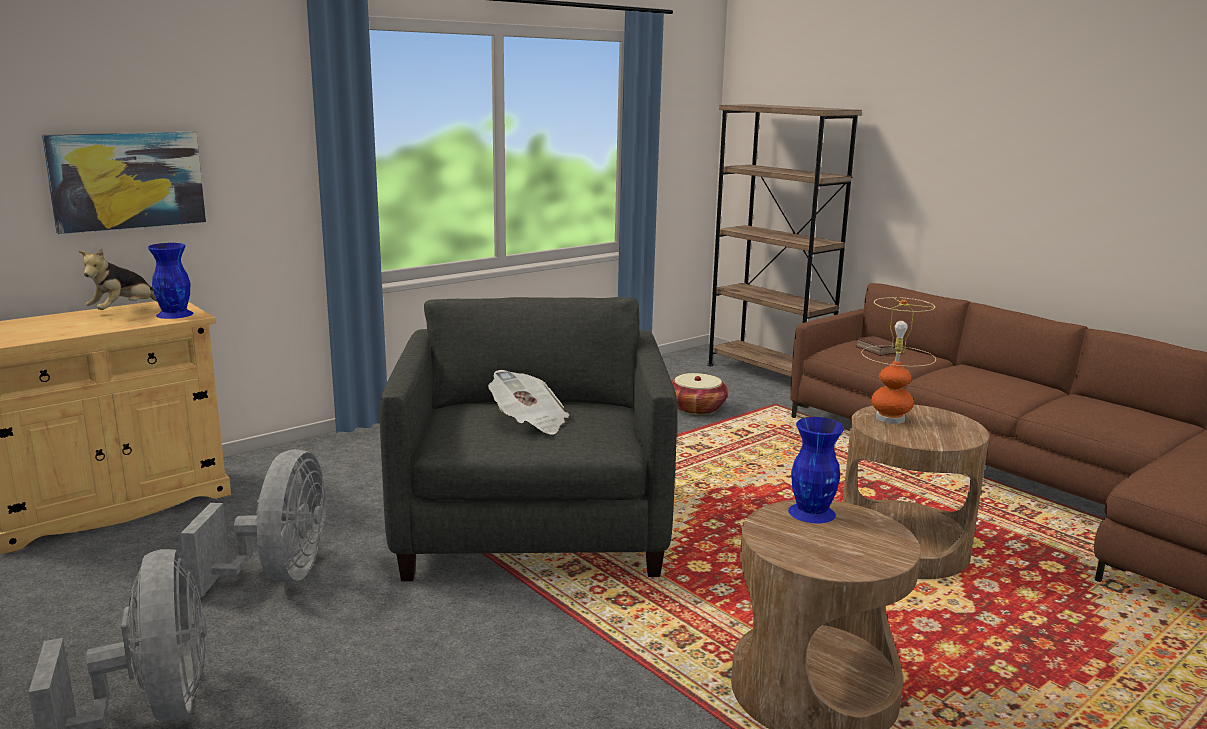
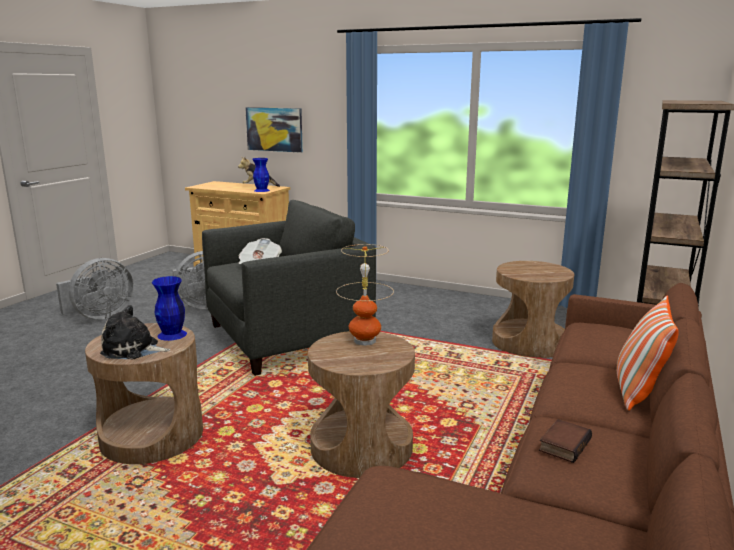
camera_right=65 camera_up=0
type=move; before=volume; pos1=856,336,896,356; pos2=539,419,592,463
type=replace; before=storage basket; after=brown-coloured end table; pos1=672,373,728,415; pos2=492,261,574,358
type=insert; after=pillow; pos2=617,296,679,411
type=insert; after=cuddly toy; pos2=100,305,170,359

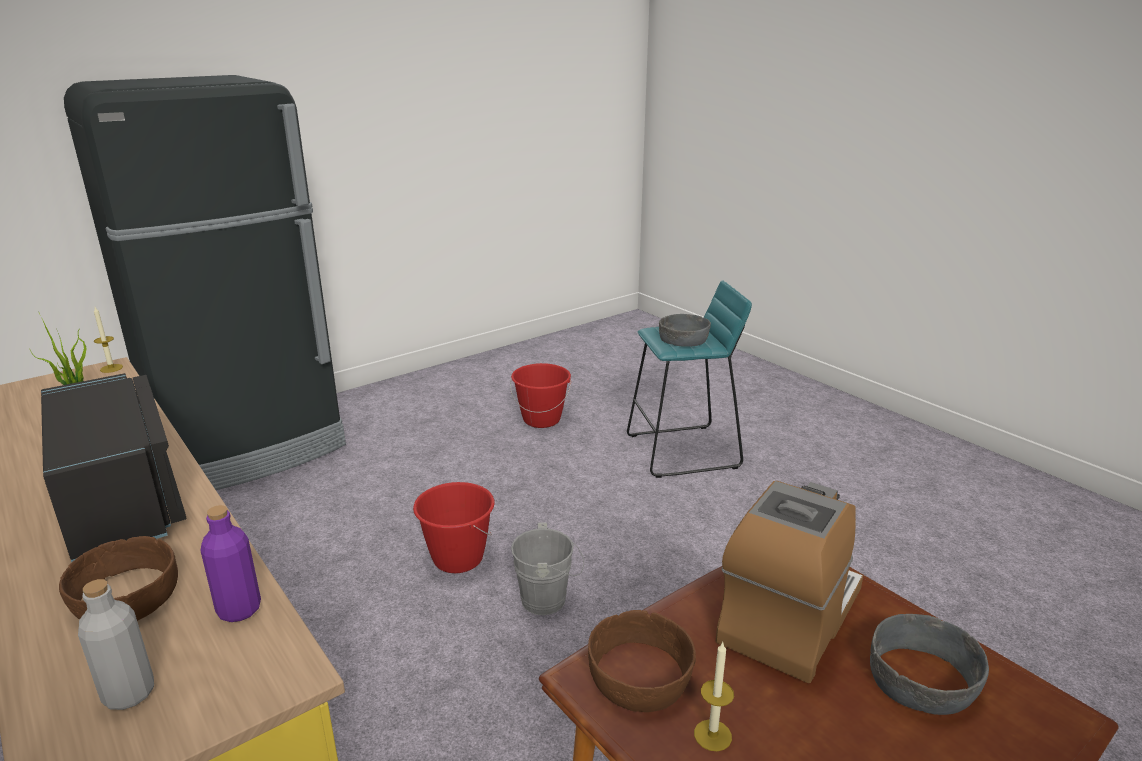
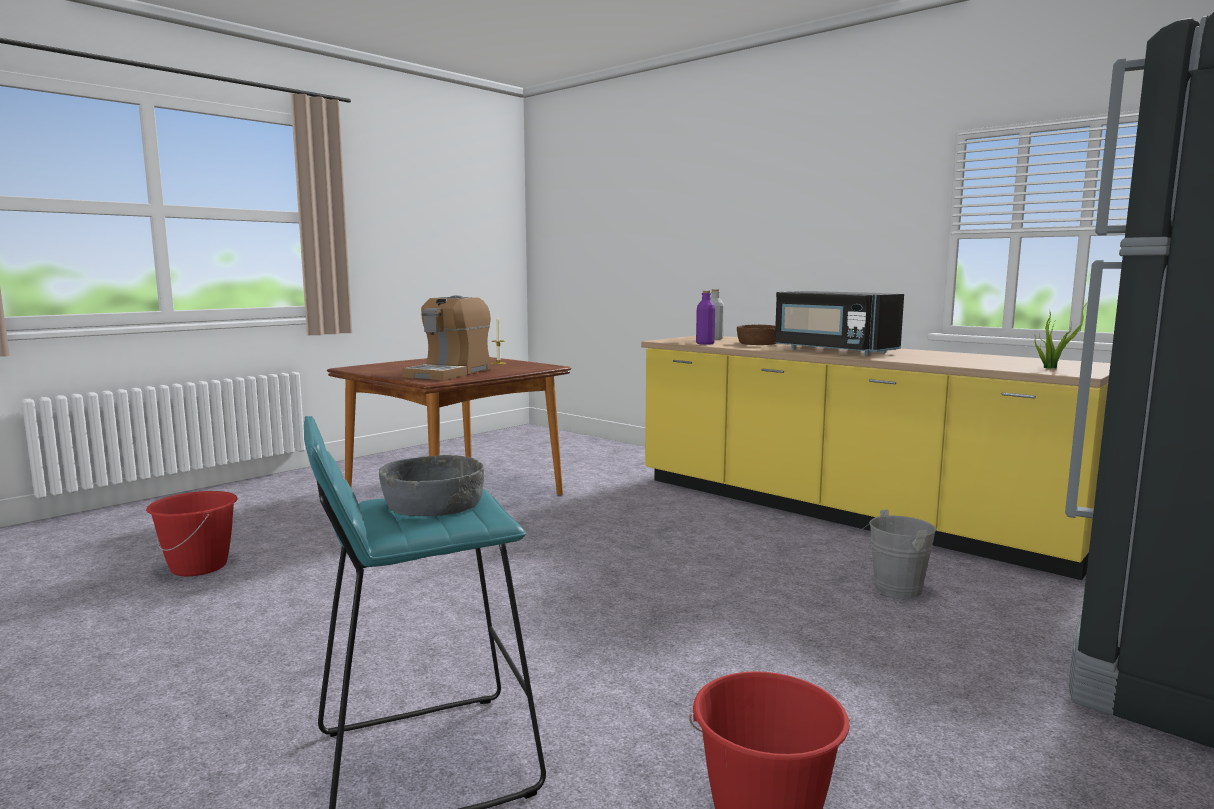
camera_right=170 camera_up=-15
type=delete; before=wax candle; pos1=94,307,123,373
type=move; before=red pail; pos1=413,482,495,573; pos2=146,491,238,576
type=move; before=gray pail; pos1=511,522,584,615; pos2=857,509,936,599
type=delete; before=brown-coloured bowl; pos1=588,610,696,712
type=delete; before=gray bowl; pos1=870,614,989,715

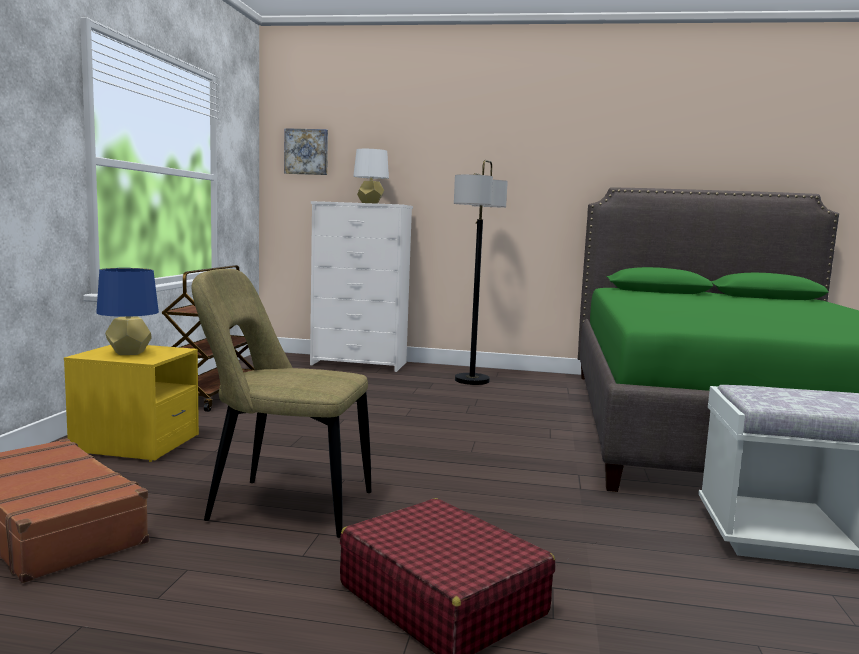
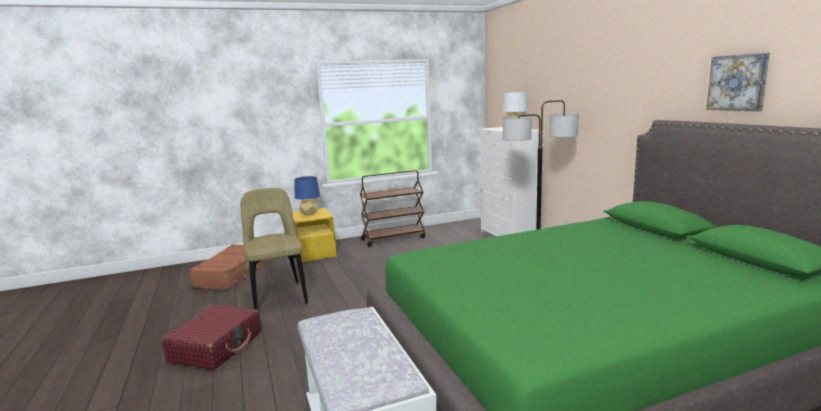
camera_right=60 camera_up=5
type=move; before=wall picture; pos1=284,128,328,175; pos2=706,53,770,111

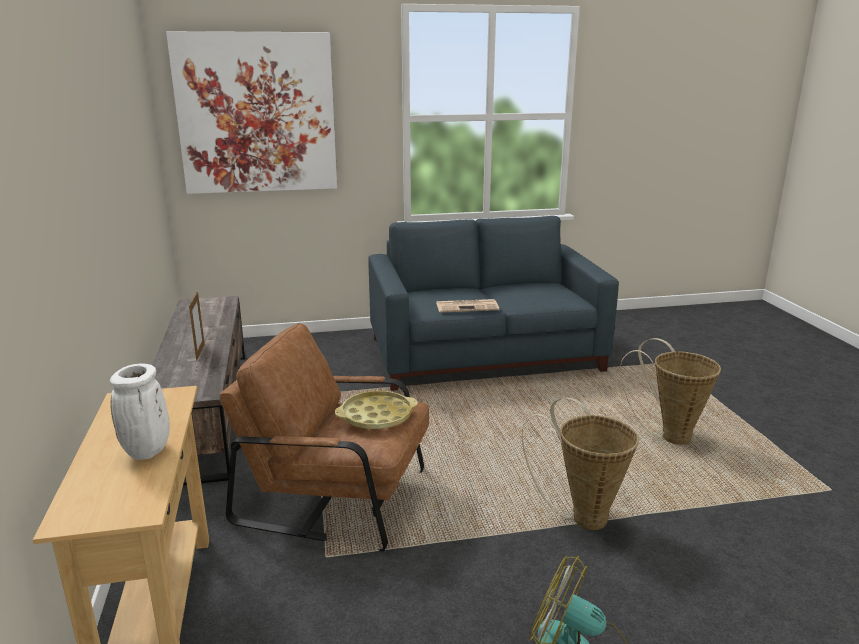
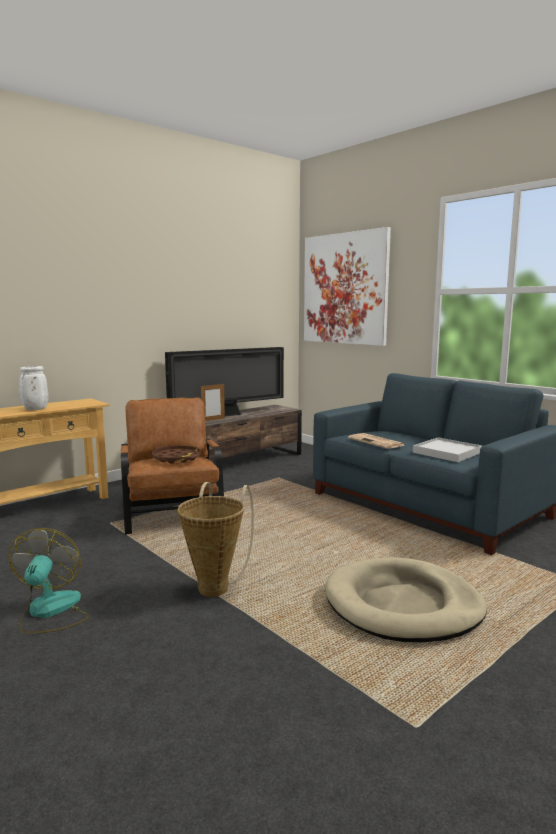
camera_right=60 camera_up=-10
type=replace; before=storage basket; after=beige-coloured dog cushion; pos1=620,338,721,445; pos2=325,557,487,642
type=recolor; before=yellow tray; after=brown-coloured tray; pos1=335,391,418,429; pos2=152,445,201,464
type=insert; after=television; pos2=165,347,284,417
type=insert; after=whitish tray; pos2=413,437,482,462

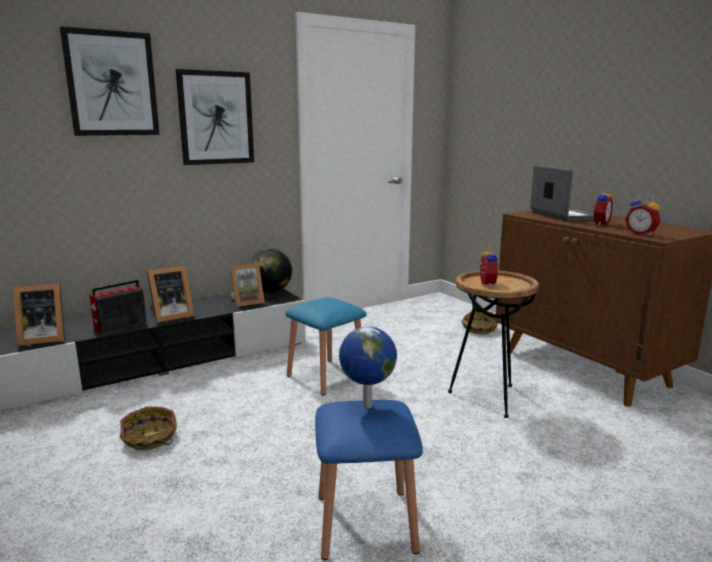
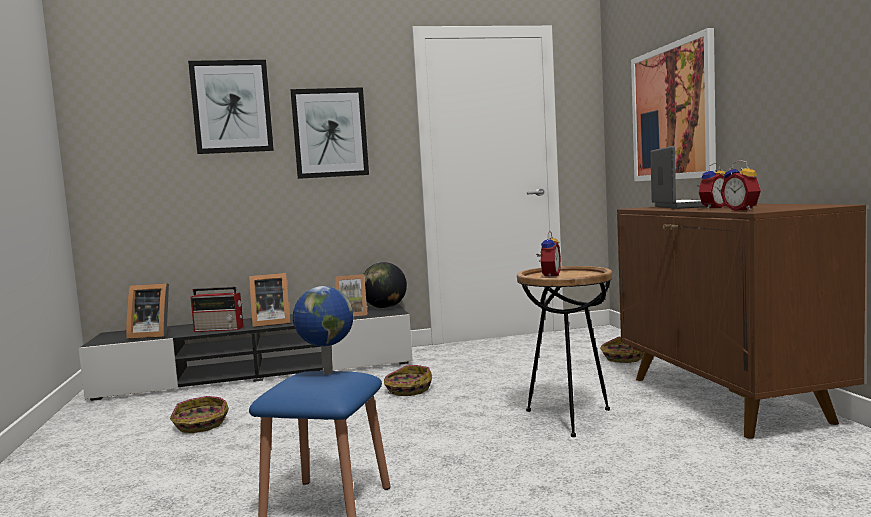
camera_right=20 camera_up=-10
type=rotate; before=radio; pos1=89,280,147,334; pos2=191,287,243,332; turn=-150
type=replace; before=bluish stool; after=storage basket; pos1=285,297,367,395; pos2=384,365,432,396
type=insert; after=wall picture; pos2=631,28,716,181

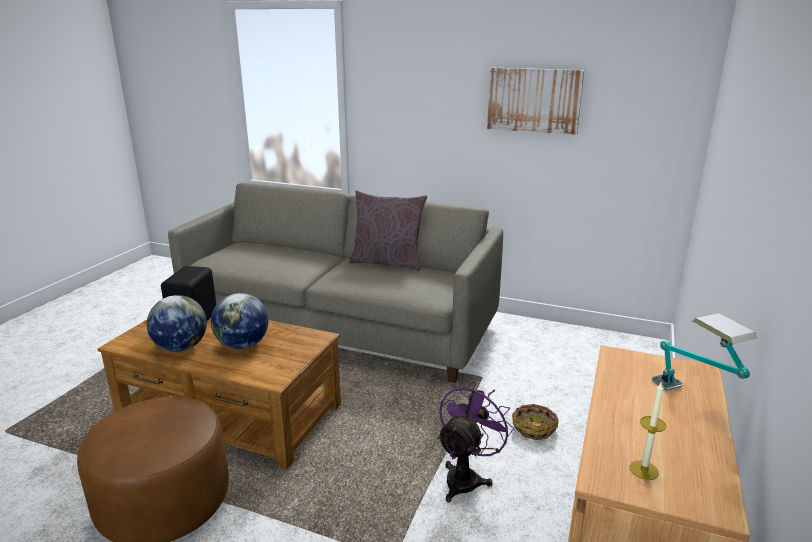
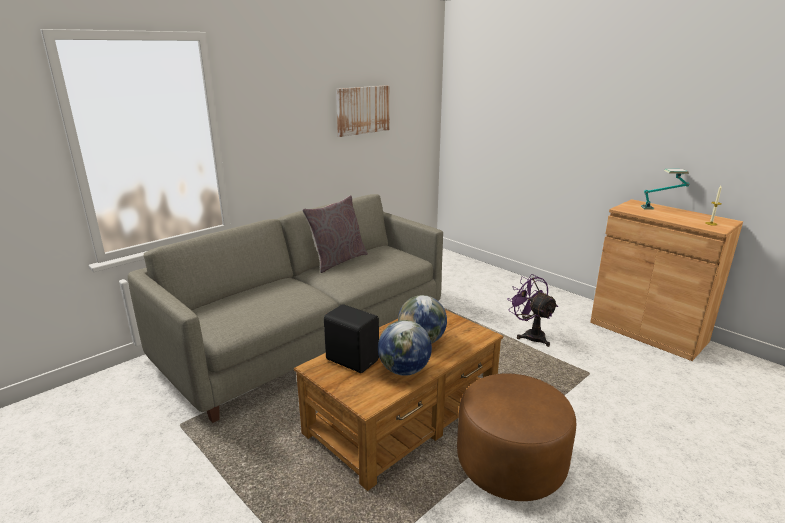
camera_right=-65 camera_up=0
type=delete; before=storage basket; pos1=512,404,559,440

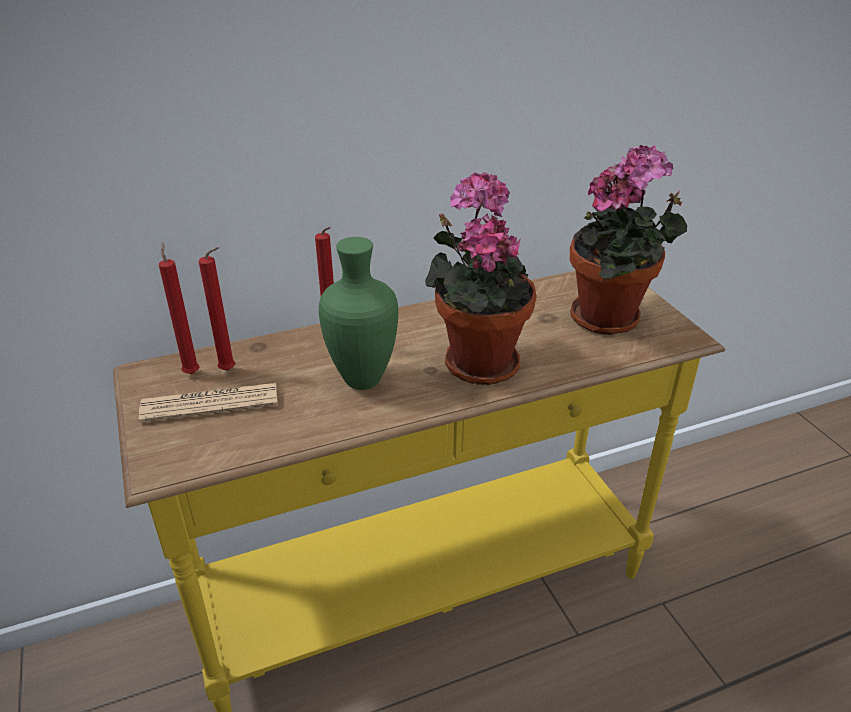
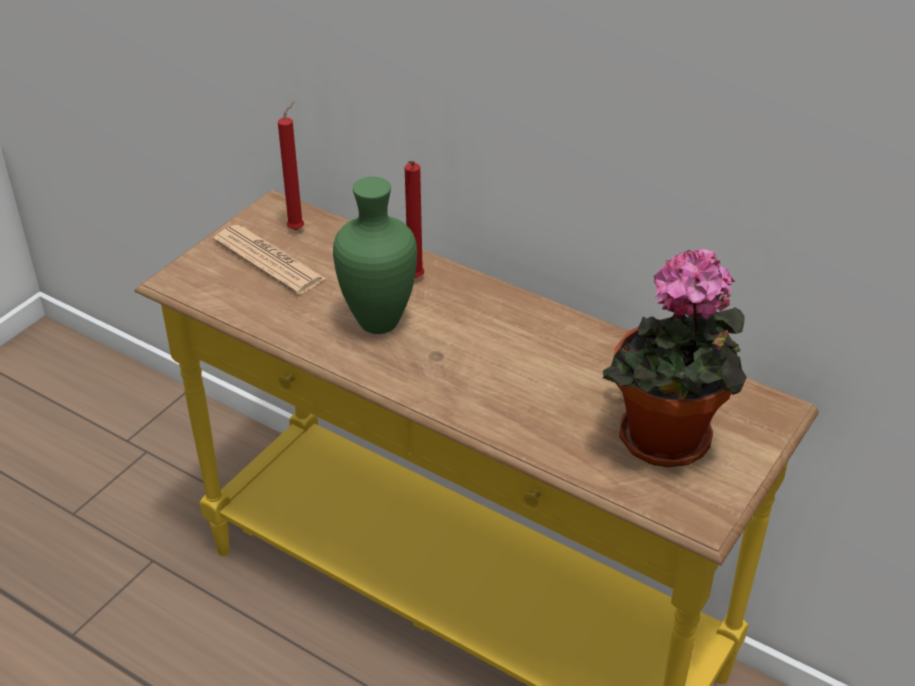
camera_right=55 camera_up=5
type=delete; before=houseplant; pos1=425,172,537,385
type=delete; before=red wax candle; pos1=199,247,235,371

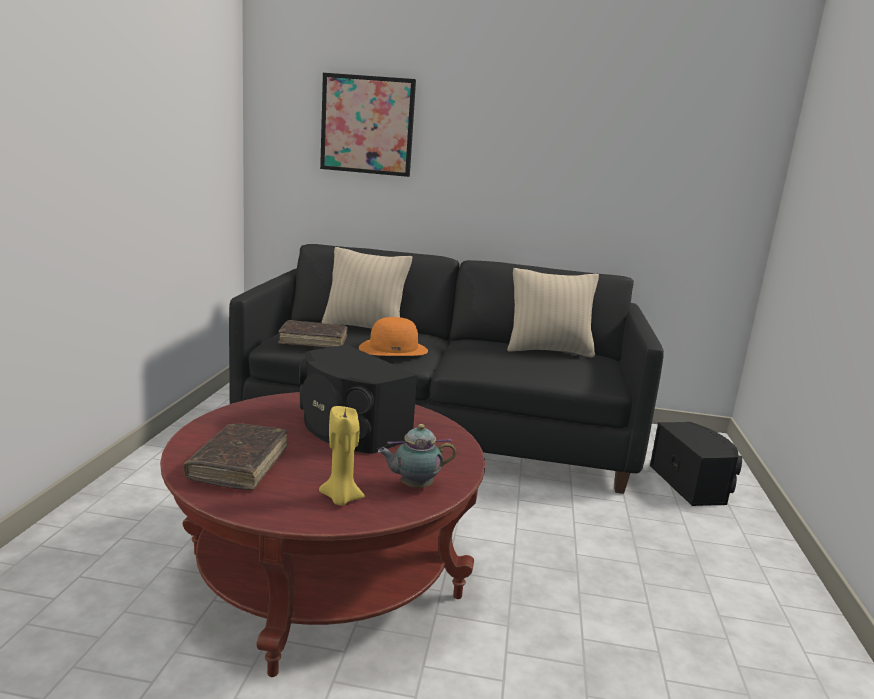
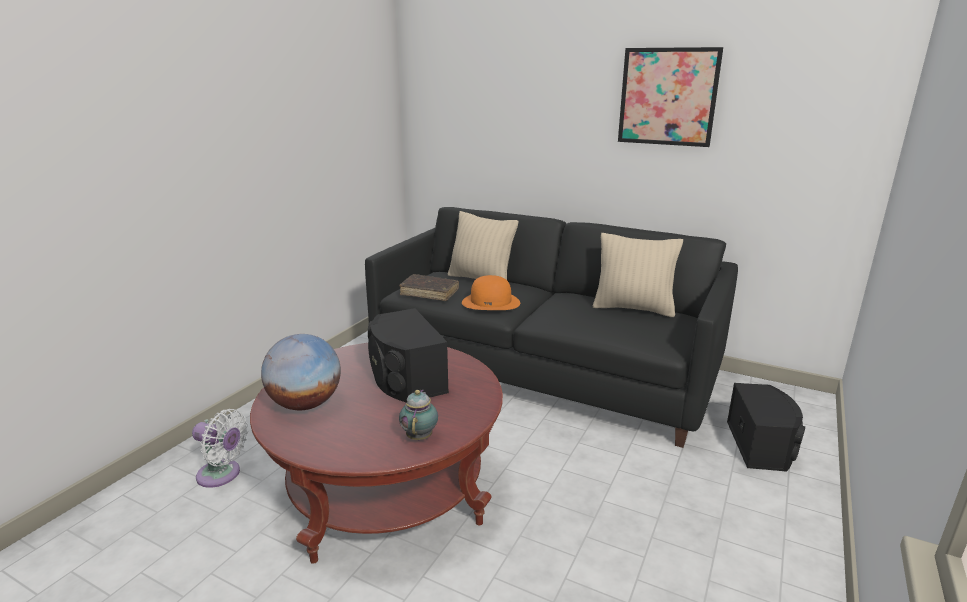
camera_right=20 camera_up=5
type=move; before=wall picture; pos1=320,73,416,177; pos2=618,47,723,147
type=delete; before=yellow wax candle; pos1=319,406,365,506
type=replace; before=brown-coloured volume; after=world globe; pos1=184,424,288,490; pos2=261,334,341,410
type=rotate; before=tea pot; pos1=378,424,456,488; pos2=399,390,438,440; turn=90
type=insert; after=whitish electric fan; pos2=192,409,248,488

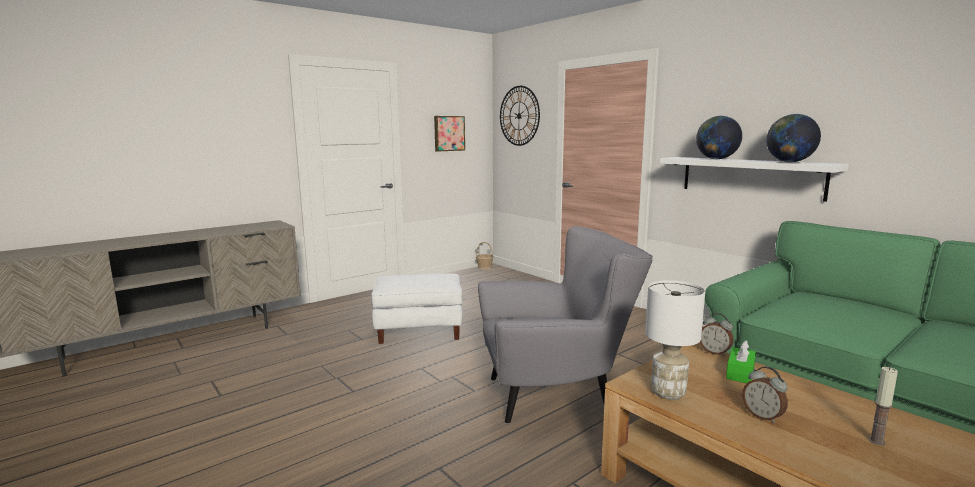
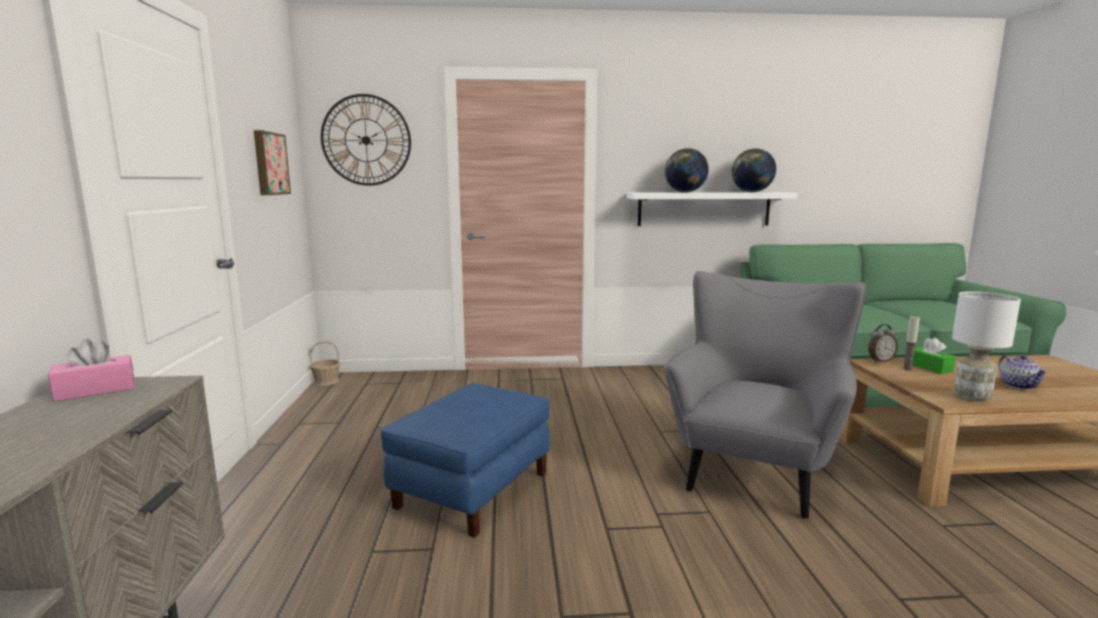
camera_right=-55 camera_up=0
type=recolor; before=whitish ottoman; after=bluish ottoman; pos1=371,274,463,344; pos2=380,383,550,538
type=replace; before=bedside clock; after=tea pot; pos1=742,366,788,423; pos2=998,355,1048,390
type=move; before=wax candle; pos1=869,367,898,445; pos2=902,315,920,371
type=insert; after=pink tissue box; pos2=48,338,134,402

